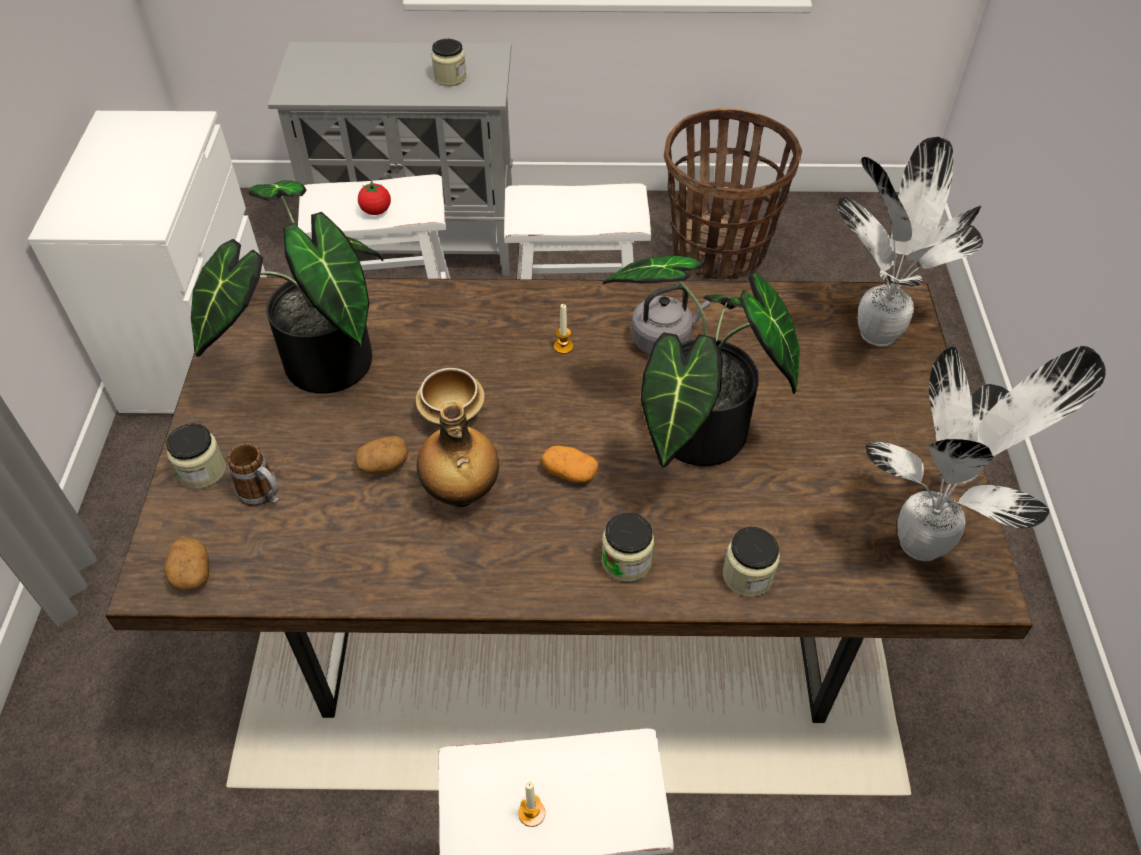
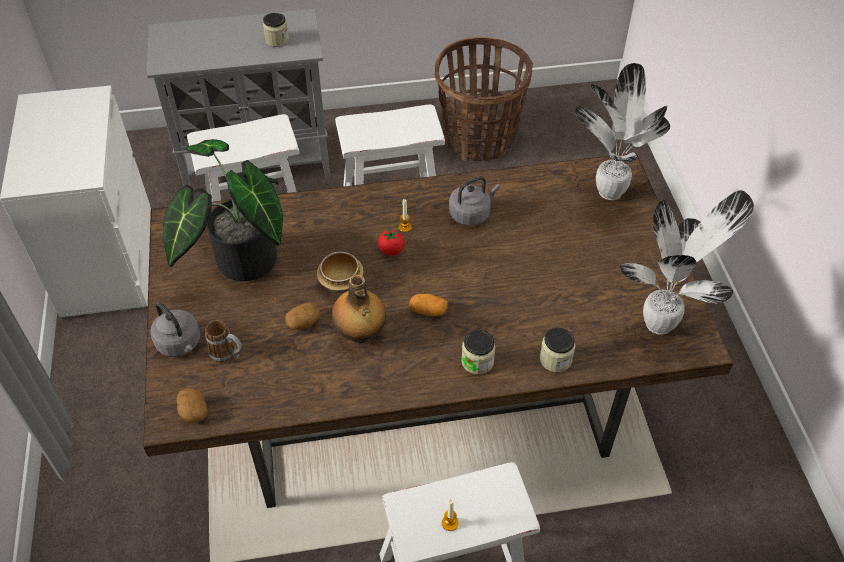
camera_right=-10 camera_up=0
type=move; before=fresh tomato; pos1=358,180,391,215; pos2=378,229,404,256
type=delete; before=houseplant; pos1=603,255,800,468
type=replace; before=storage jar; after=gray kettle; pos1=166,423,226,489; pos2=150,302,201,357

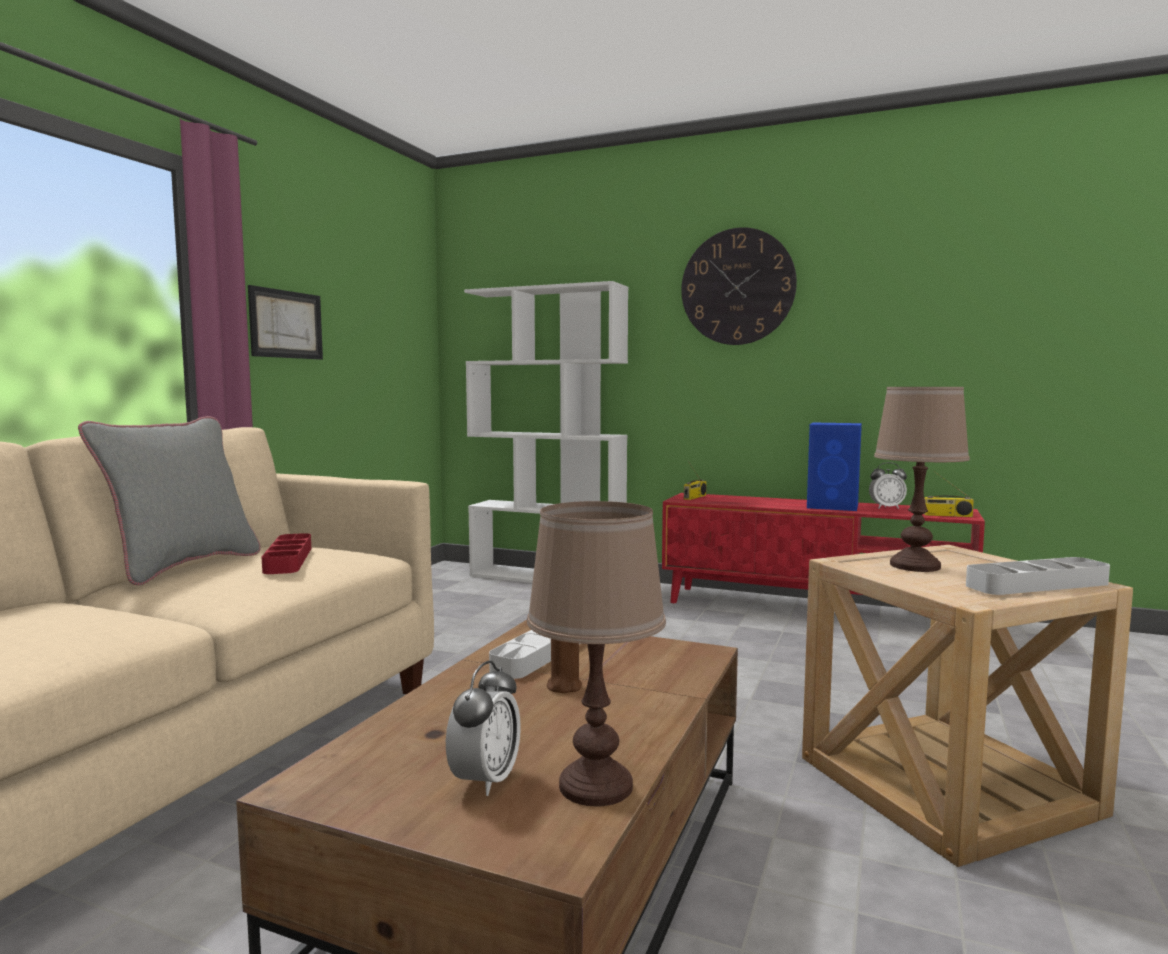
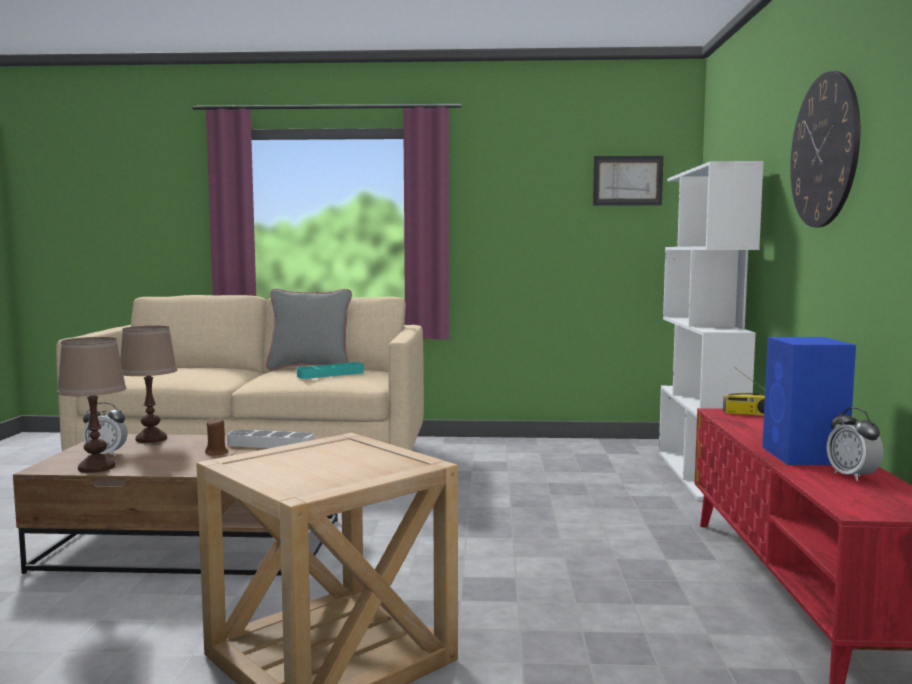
camera_right=70 camera_up=0
type=move; before=wall picture; pos1=248,285,323,360; pos2=593,156,663,206
type=move; before=brown-coloured table lamp; pos1=874,387,970,572; pos2=120,326,177,443
type=delete; before=radio; pos1=923,471,974,517
type=recolor; before=red tray; after=turquoise-coloured tray; pos1=262,533,311,574; pos2=297,362,364,379
type=delete; before=gray tray; pos1=966,557,1110,595

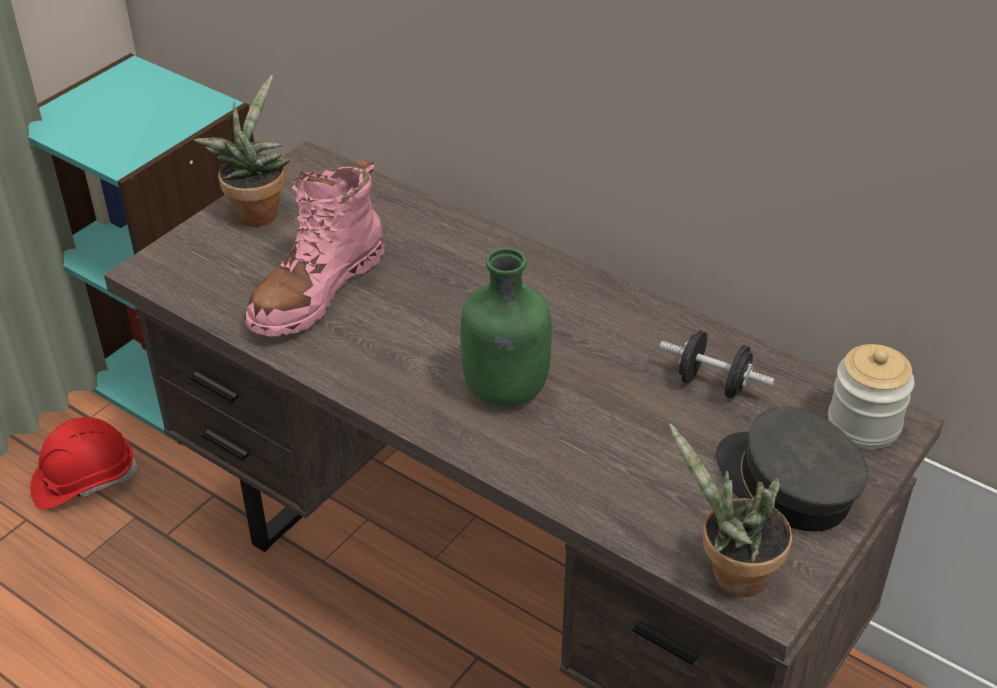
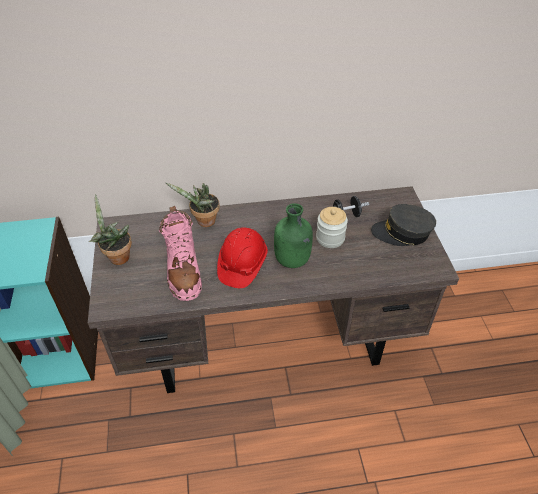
camera_right=-45 camera_up=5
type=move; before=storage jar; pos1=828,344,914,449; pos2=316,207,348,248
type=move; before=red hard hat; pos1=30,417,137,510; pos2=217,228,268,288
type=move; before=houseplant; pos1=669,424,792,597; pos2=165,182,220,227

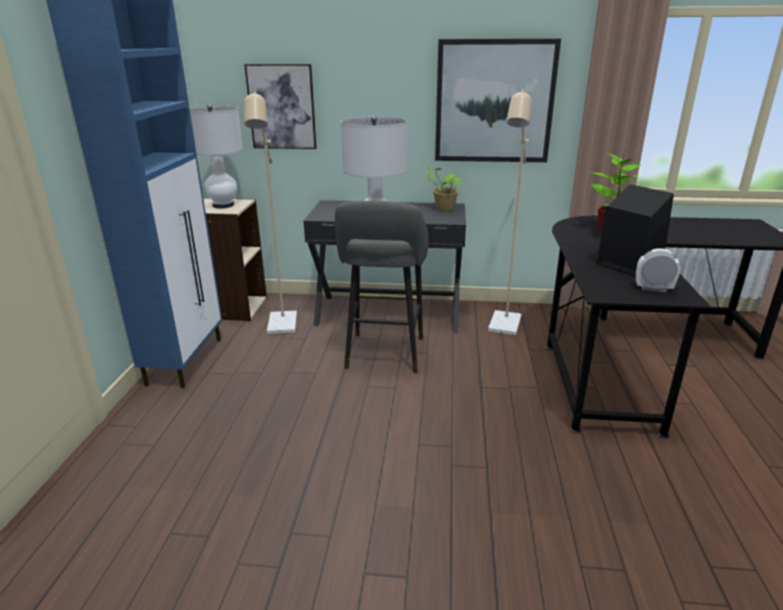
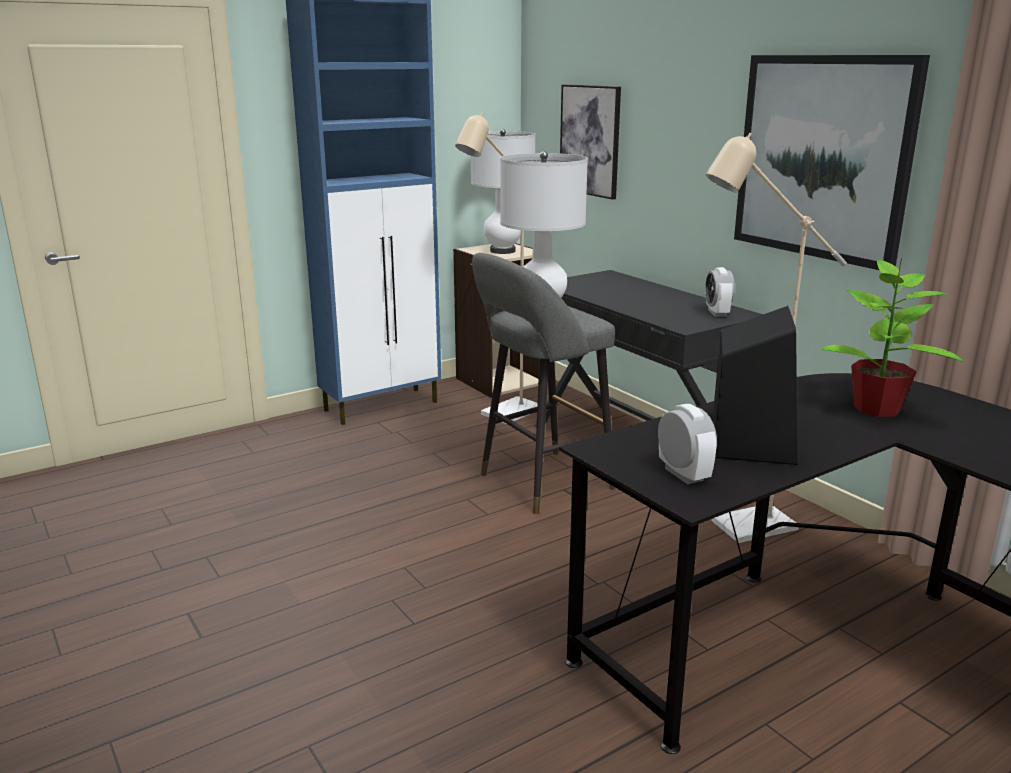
camera_right=50 camera_up=-5
type=replace; before=houseplant; after=bedside clock; pos1=425,166,461,211; pos2=705,267,735,317

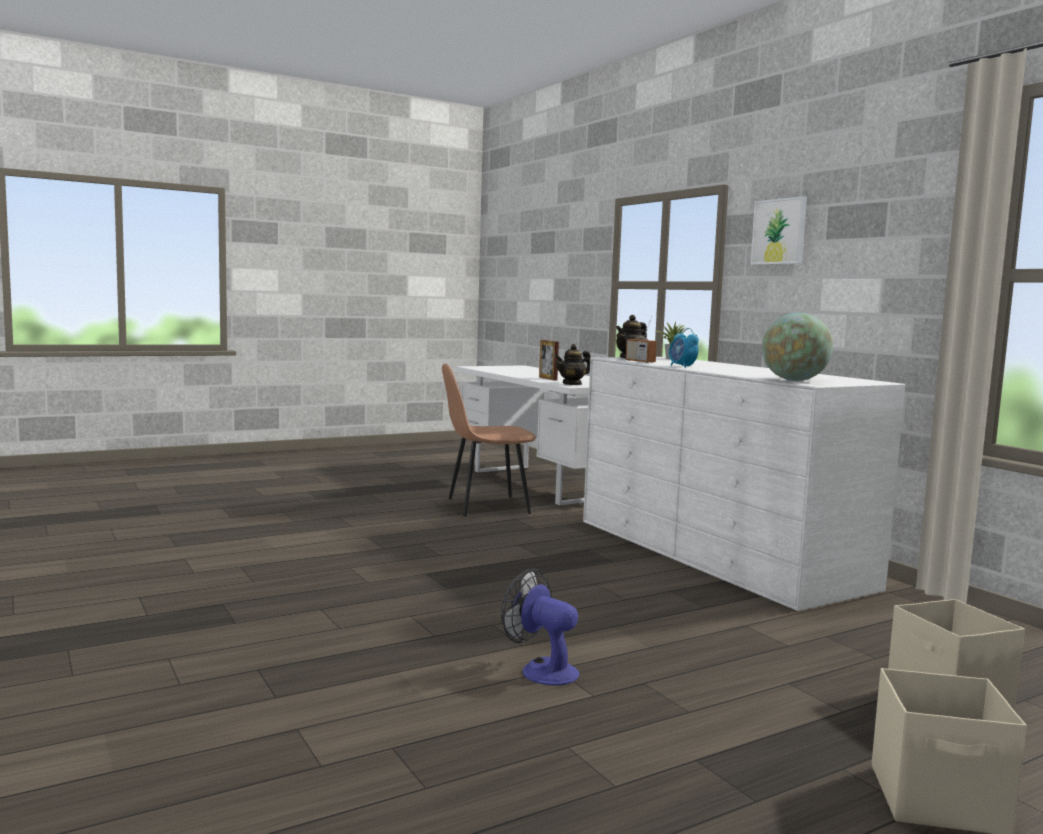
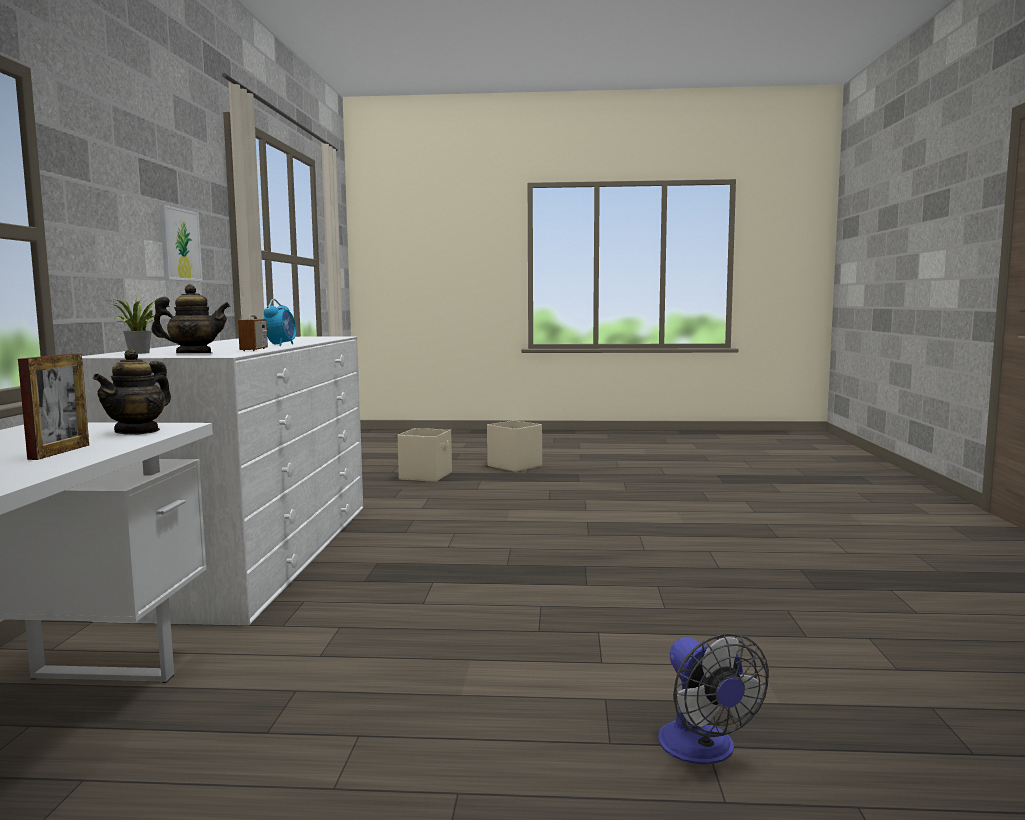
camera_right=-145 camera_up=0
type=move; before=wall picture; pos1=750,196,807,265; pos2=160,205,203,281
type=delete; before=world globe; pos1=762,313,833,381
type=rotate; before=tea pot; pos1=554,344,591,385; pos2=93,348,171,435; turn=105
type=delete; before=brown-coloured upright chair; pos1=442,364,536,517
type=move; before=electric fan; pos1=501,569,579,685; pos2=658,633,769,765

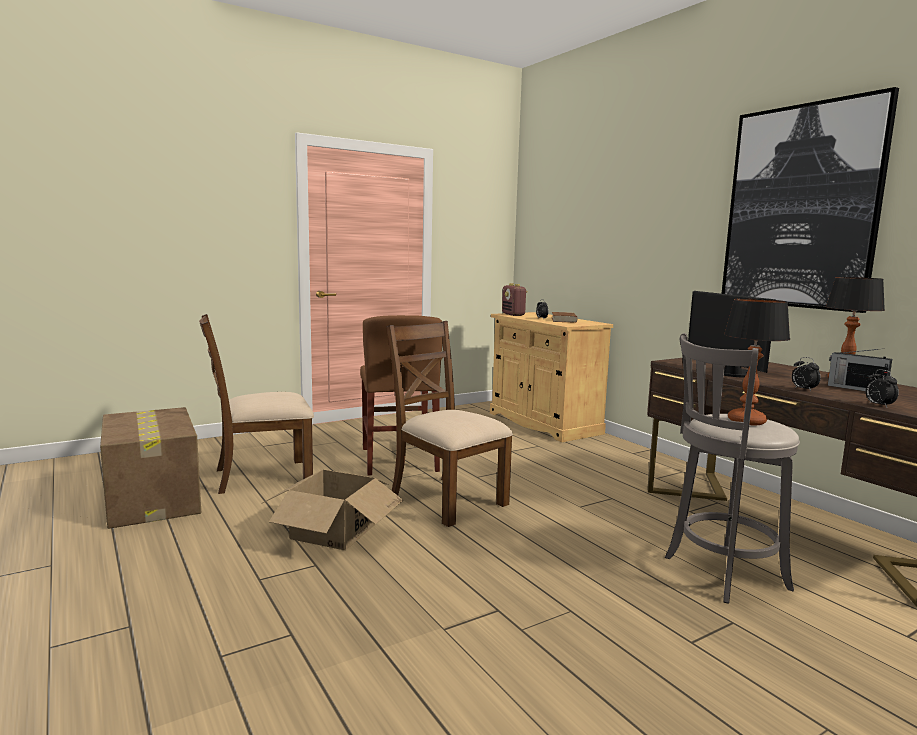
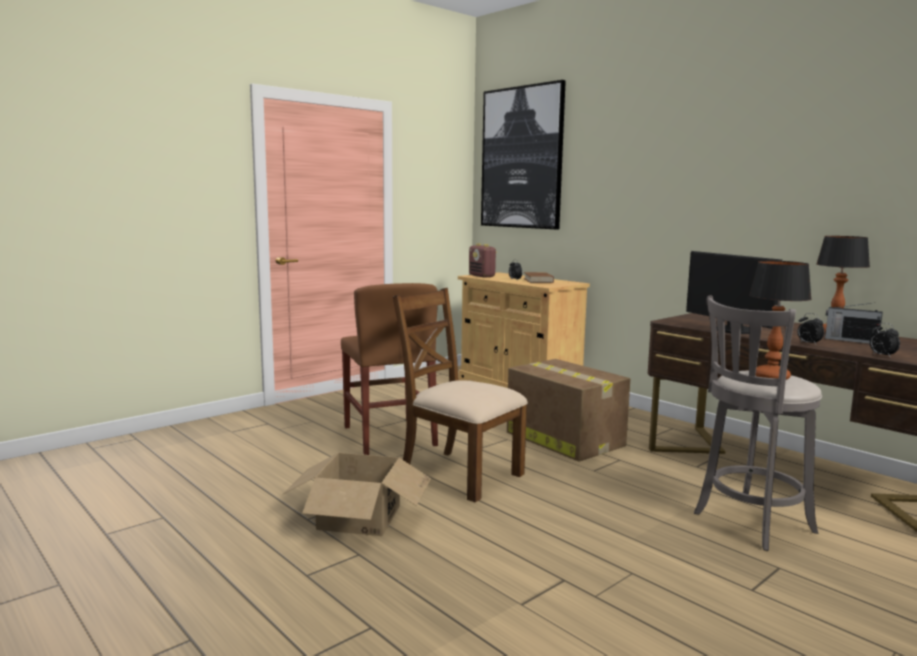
camera_right=-10 camera_up=0
type=move; before=wall picture; pos1=721,87,899,313; pos2=481,80,566,229
type=delete; before=brown-coloured upright chair; pos1=199,314,314,494
type=move; before=packing box; pos1=100,407,201,529; pos2=507,359,630,462

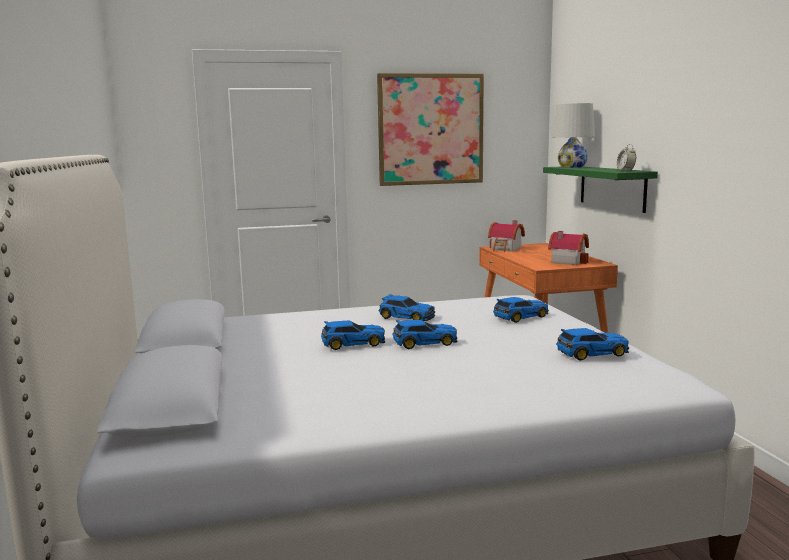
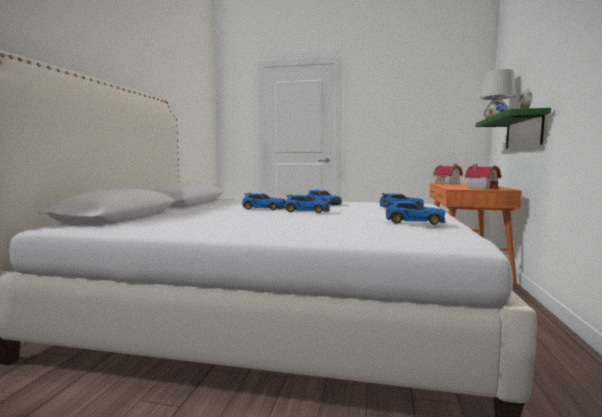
camera_right=25 camera_up=-5
type=delete; before=wall picture; pos1=377,73,484,186

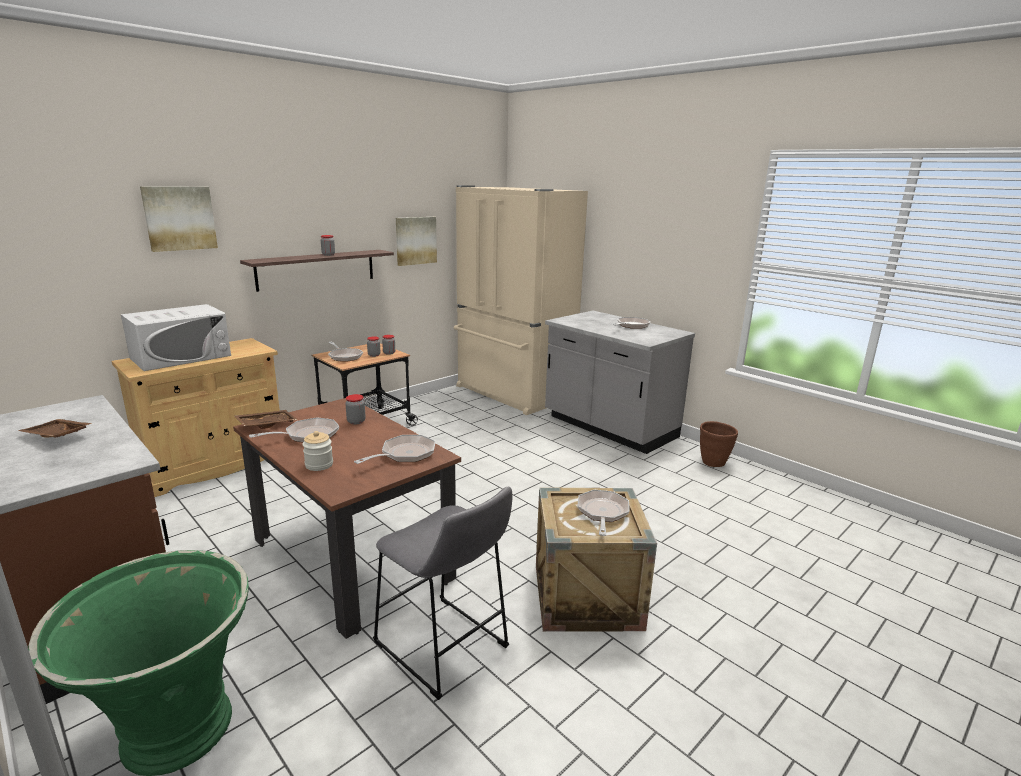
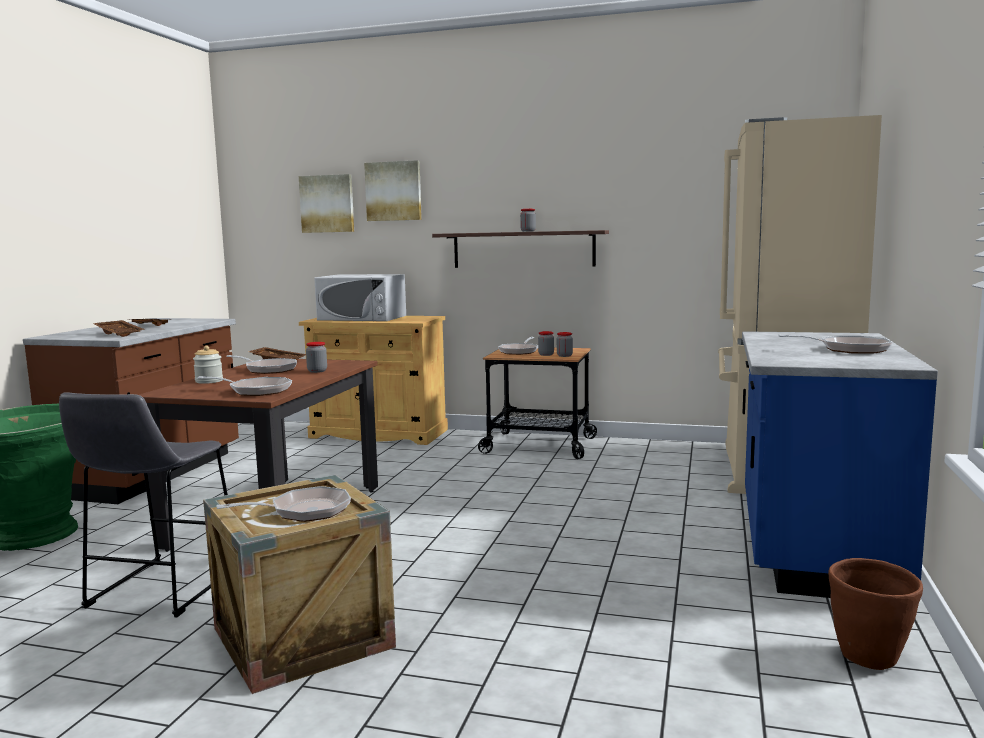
camera_right=60 camera_up=-10
type=move; before=wall picture; pos1=396,217,437,266; pos2=299,174,354,233
type=recolor; before=gray counter; after=bluish counter; pos1=545,311,695,454; pos2=742,331,938,598
type=insert; after=brown-coloured tray; pos2=92,320,144,337

